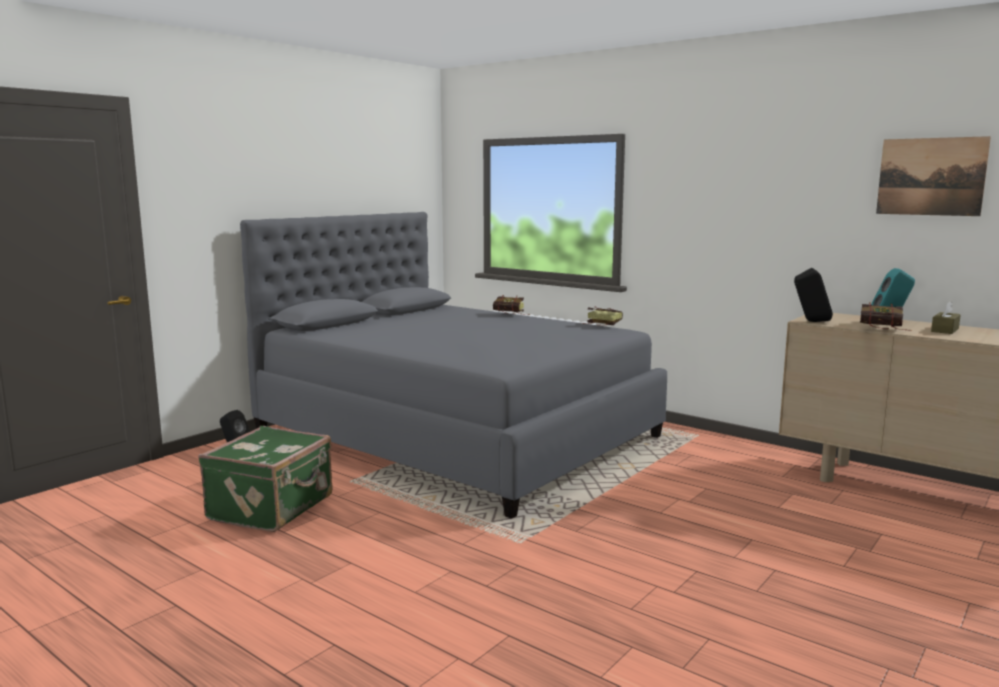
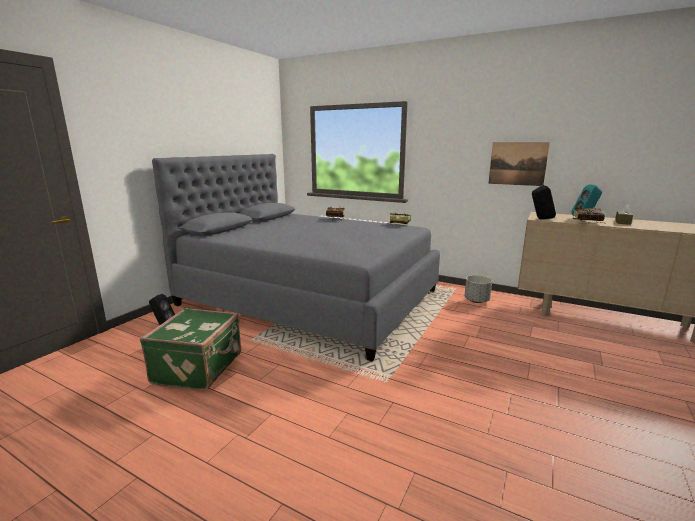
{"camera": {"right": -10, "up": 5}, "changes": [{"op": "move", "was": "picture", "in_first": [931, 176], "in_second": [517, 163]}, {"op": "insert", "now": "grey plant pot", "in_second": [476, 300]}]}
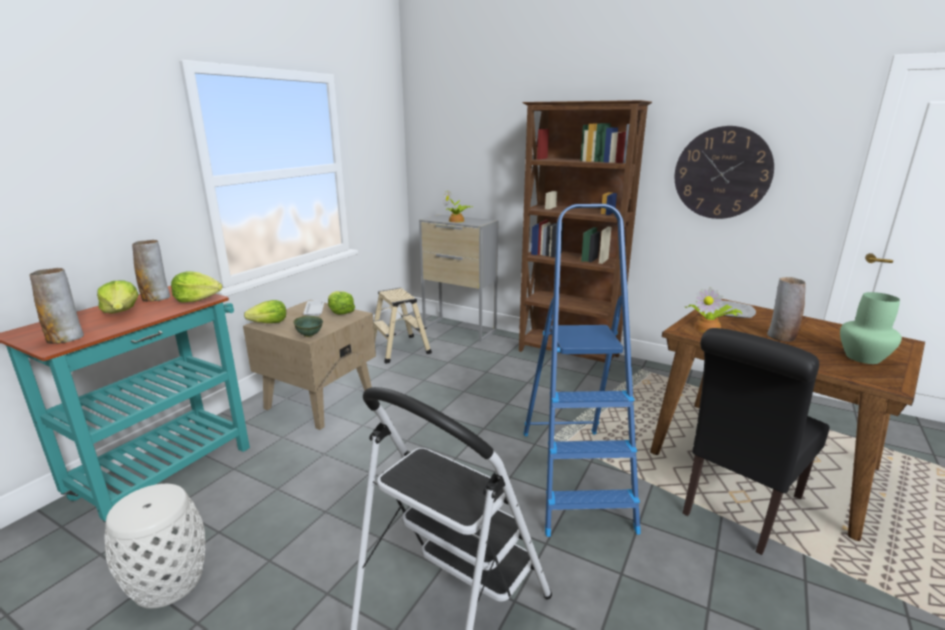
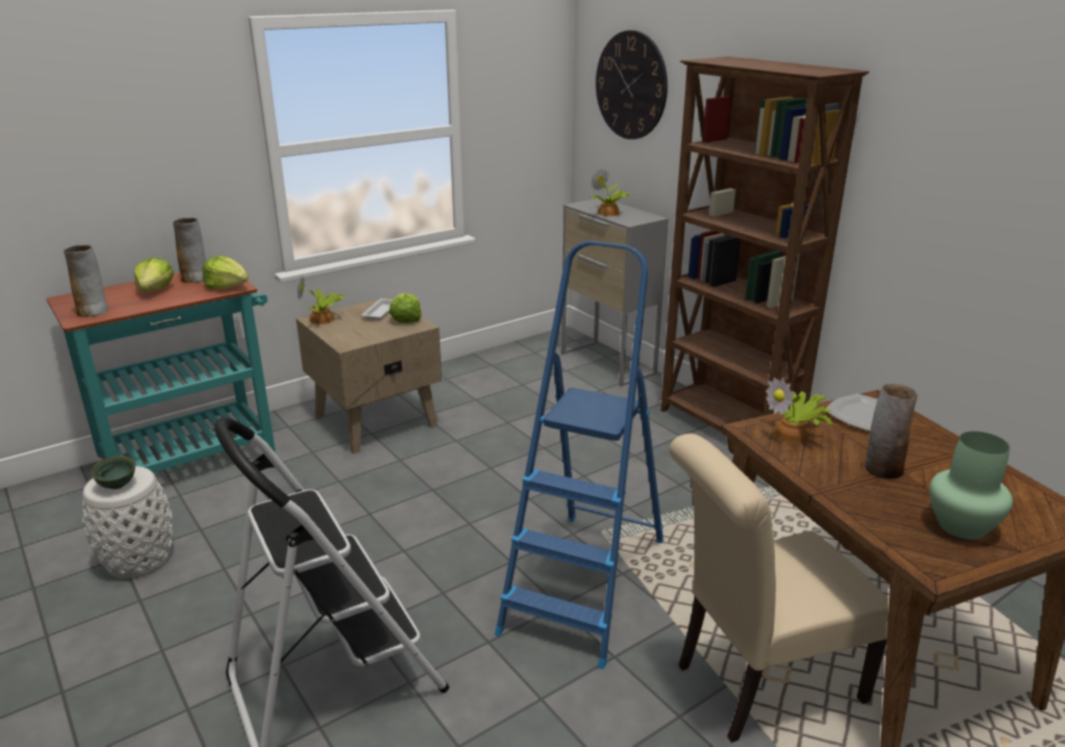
{"camera": {"right": 25, "up": 5}, "changes": [{"op": "move", "was": "hanging clock", "in_first": [722, 173], "in_second": [631, 85]}, {"op": "delete", "was": "beige-coloured stepladder", "in_first": [399, 349]}, {"op": "replace", "was": "lettuce", "now": "potted plant", "in_first": [269, 323], "in_second": [323, 320]}, {"op": "move", "was": "green bowl", "in_first": [310, 335], "in_second": [118, 486]}, {"op": "recolor", "was": "black-coloured plain chair", "now": "beige-coloured plain chair", "in_first": [737, 508], "in_second": [759, 684]}]}
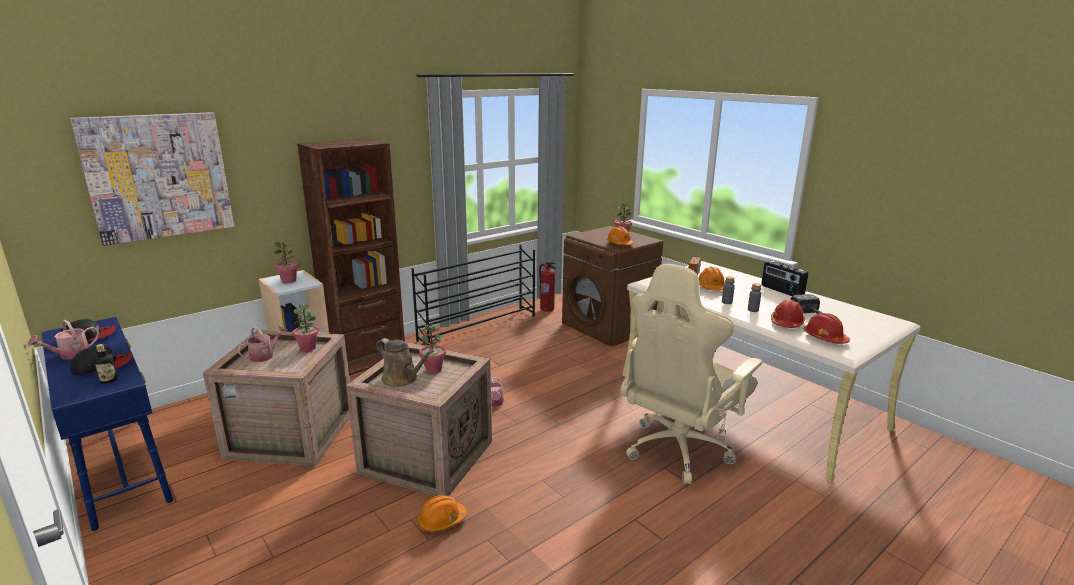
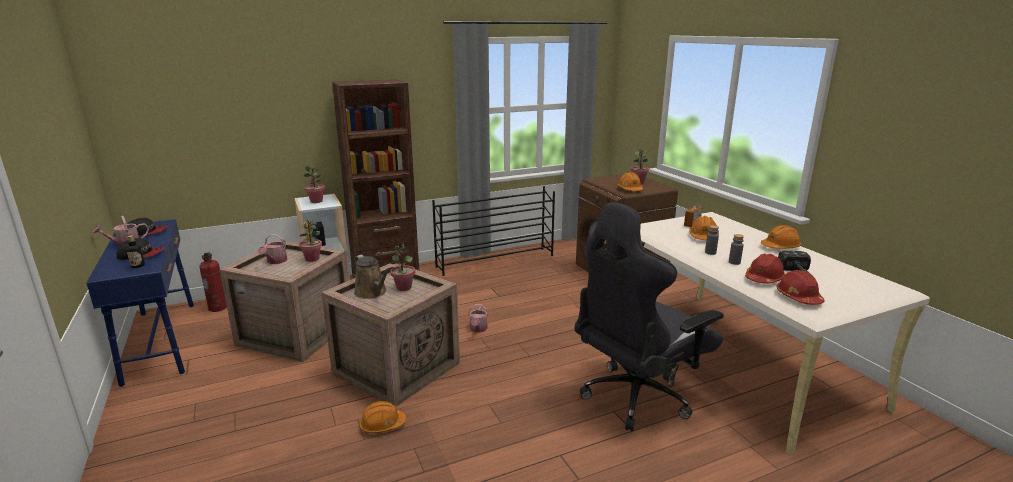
{"camera": {"right": 15, "up": 0}, "changes": [{"op": "delete", "was": "picture", "in_first": [158, 176]}, {"op": "replace", "was": "radio receiver", "now": "orange hard hat", "in_first": [781, 291], "in_second": [780, 247]}, {"op": "move", "was": "fire extinguisher", "in_first": [547, 308], "in_second": [218, 308]}, {"op": "recolor", "was": "beige-coloured office chair", "now": "black-coloured office chair", "in_first": [680, 447], "in_second": [640, 394]}, {"op": "rotate", "was": "watering can", "in_first": [265, 355], "in_second": [275, 261], "clockwise": 135}]}
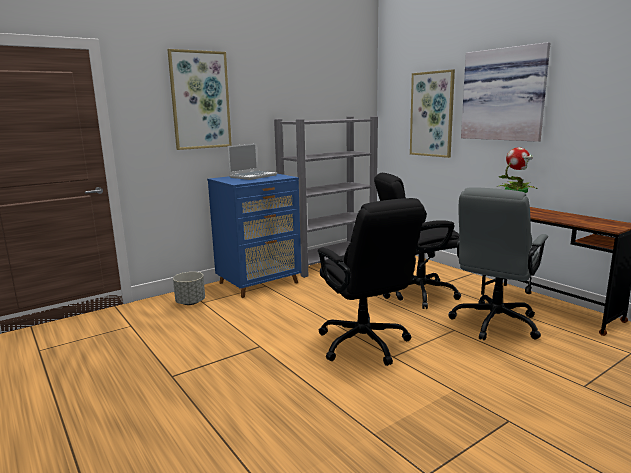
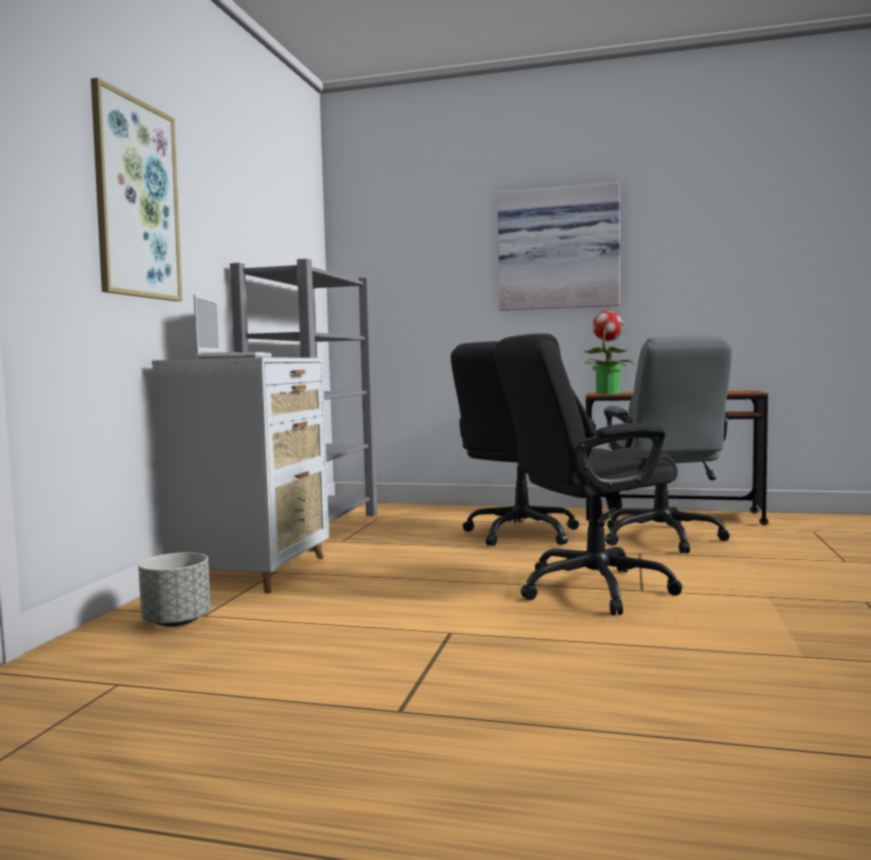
{"camera": {"right": -40, "up": -10}, "changes": [{"op": "delete", "was": "picture", "in_first": [432, 114]}, {"op": "recolor", "was": "blue-coloured drawer chest", "now": "white-coloured drawer chest", "in_first": [259, 283], "in_second": [254, 571]}, {"op": "rotate", "was": "black-coloured office chair", "in_first": [366, 346], "in_second": [587, 590], "clockwise": 135}]}
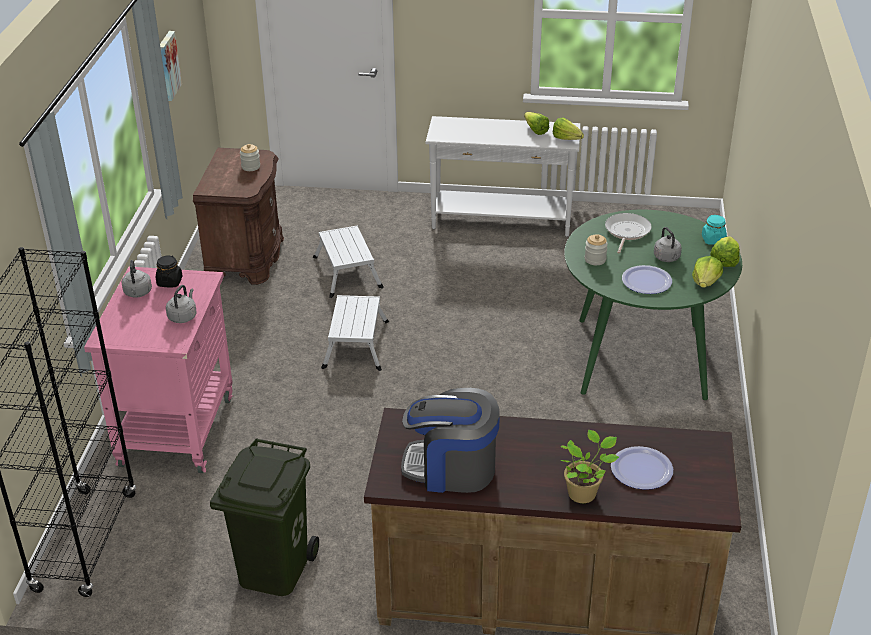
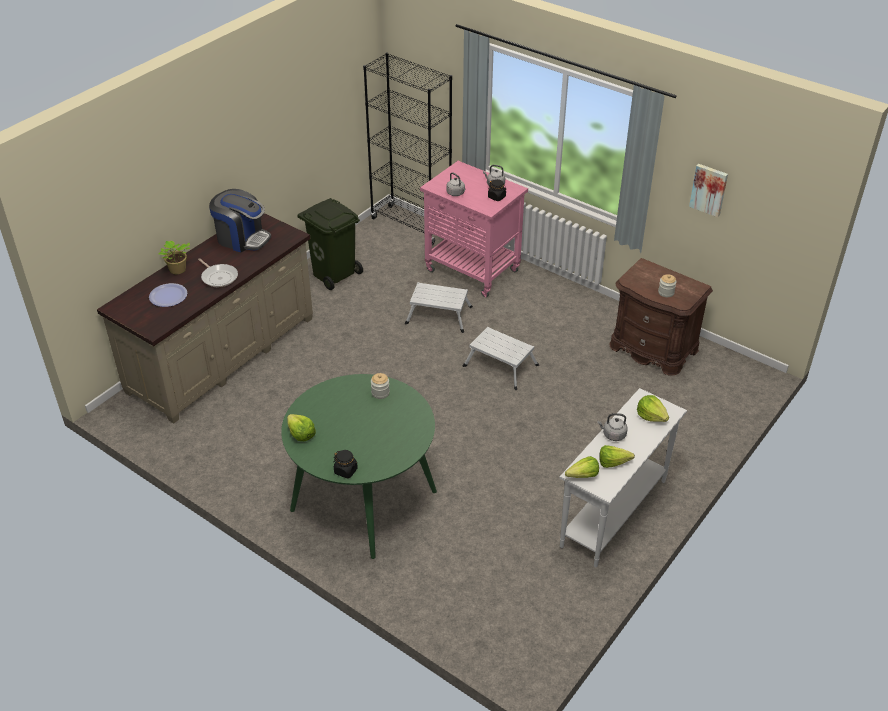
{"camera": {"right": 120, "up": 5}, "changes": [{"op": "move", "was": "pan", "in_first": [626, 232], "in_second": [219, 277]}, {"op": "recolor", "was": "blue-green storage jar", "now": "black-coloured storage jar", "in_first": [713, 240], "in_second": [346, 471]}, {"op": "move", "was": "white-coloured stepladder", "in_first": [347, 272], "in_second": [439, 315]}, {"op": "move", "was": "grey tea kettle", "in_first": [667, 258], "in_second": [612, 435]}, {"op": "move", "was": "lettuce", "in_first": [724, 260], "in_second": [651, 416]}, {"op": "delete", "was": "flat dish", "in_first": [646, 281]}, {"op": "rotate", "was": "coffee maker", "in_first": [451, 468], "in_second": [242, 238], "clockwise": 75}]}
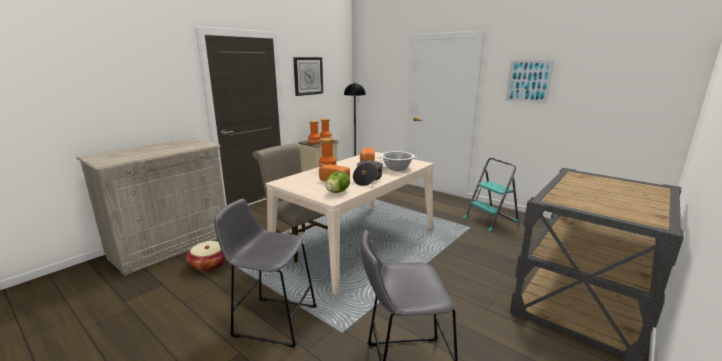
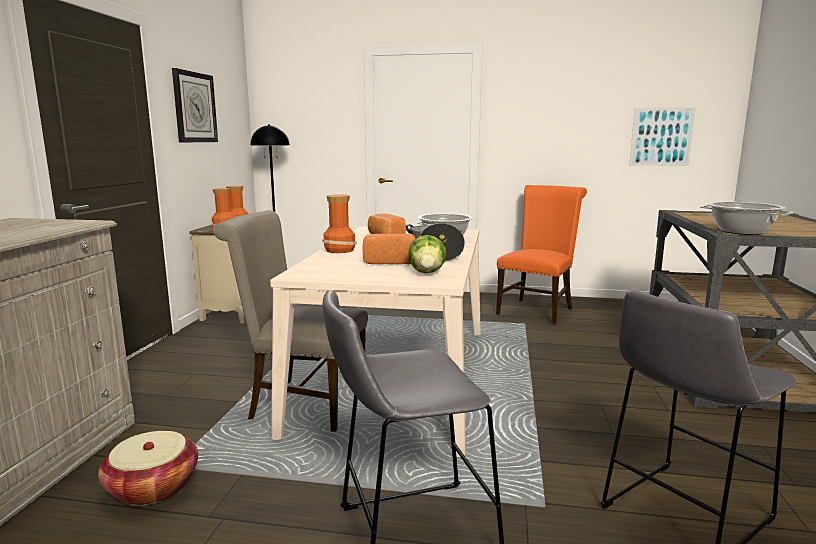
{"camera": {"right": -30, "up": -5}, "changes": [{"op": "move", "was": "picture", "in_first": [528, 81], "in_second": [661, 137]}, {"op": "replace", "was": "blue-green stepladder", "now": "orange plain chair", "in_first": [492, 219], "in_second": [537, 310]}, {"op": "insert", "now": "saucepot", "in_second": [742, 232]}]}
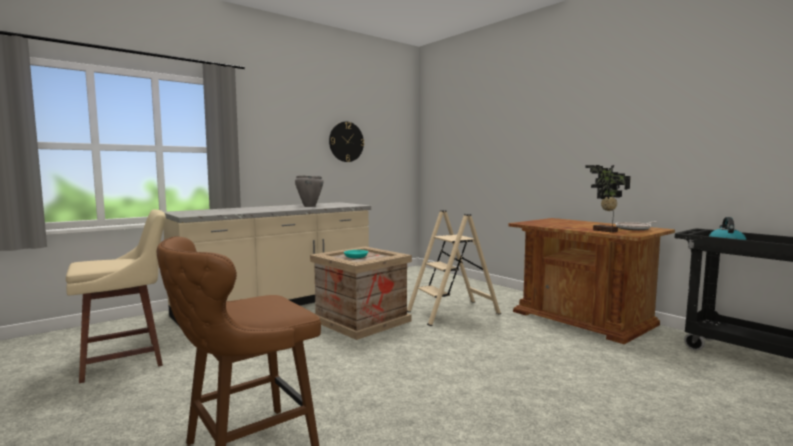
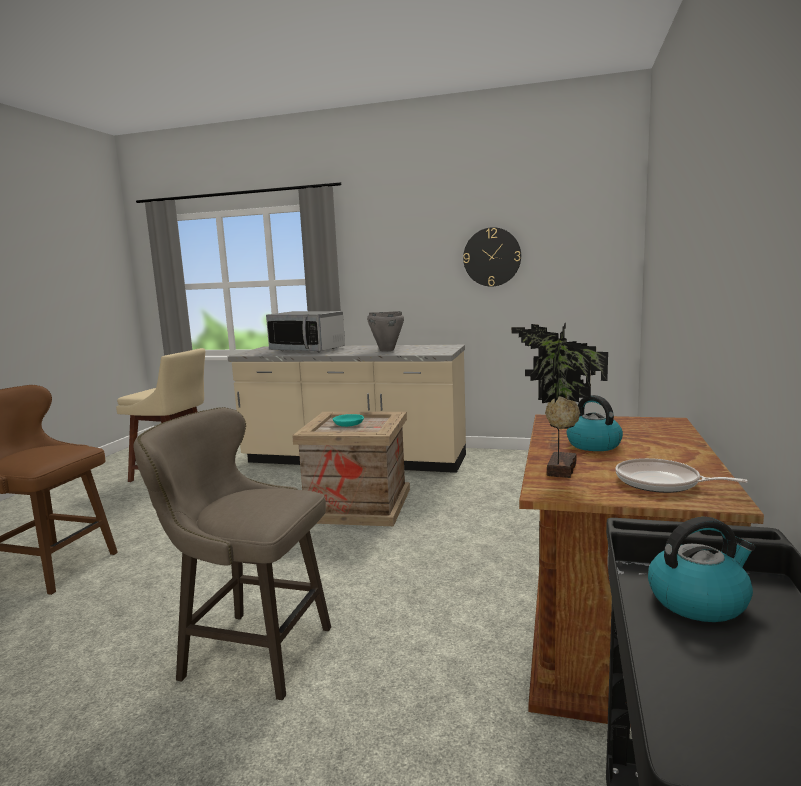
{"camera": {"right": 55, "up": 5}, "changes": [{"op": "delete", "was": "beige-coloured stepladder", "in_first": [454, 312]}, {"op": "insert", "now": "microwave", "in_second": [307, 350]}, {"op": "insert", "now": "tea kettle", "in_second": [592, 445]}, {"op": "insert", "now": "beige-coloured stool", "in_second": [251, 651]}]}
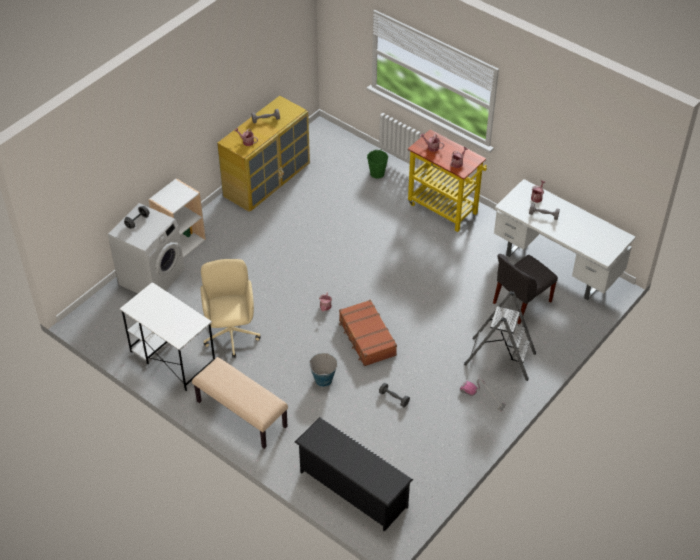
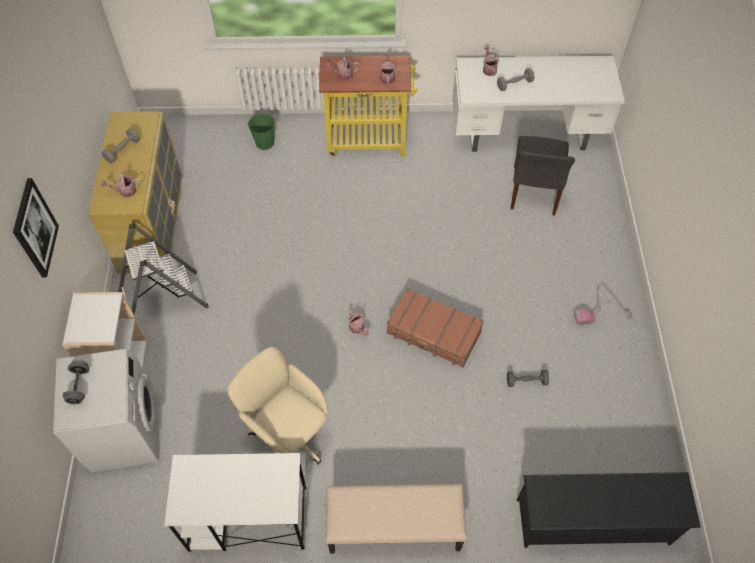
{"camera": {"right": -40, "up": 10}, "changes": [{"op": "move", "was": "grey stepladder", "in_first": [499, 357], "in_second": [161, 301]}, {"op": "delete", "was": "bucket", "in_first": [323, 379]}, {"op": "insert", "now": "picture", "in_second": [34, 228]}]}
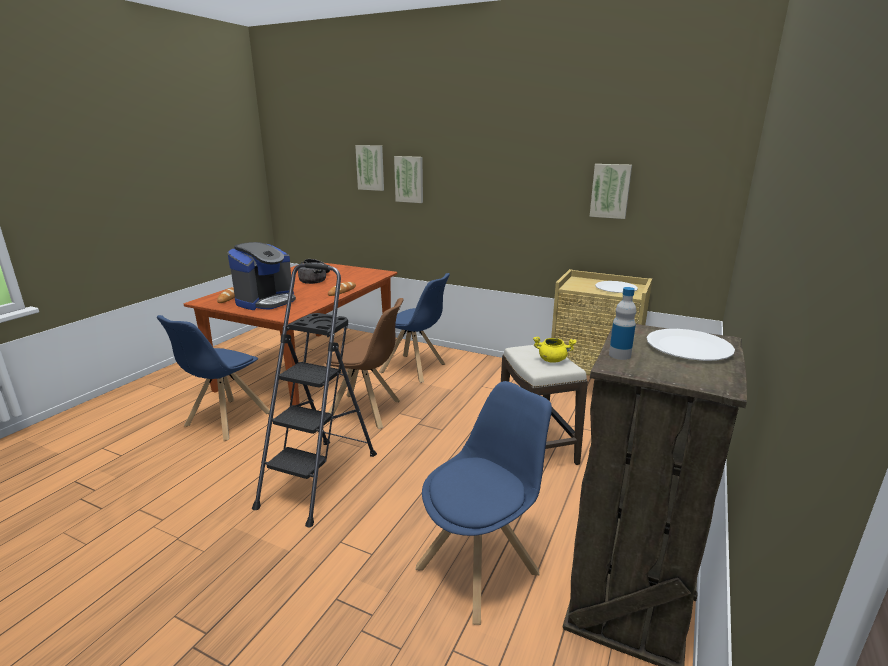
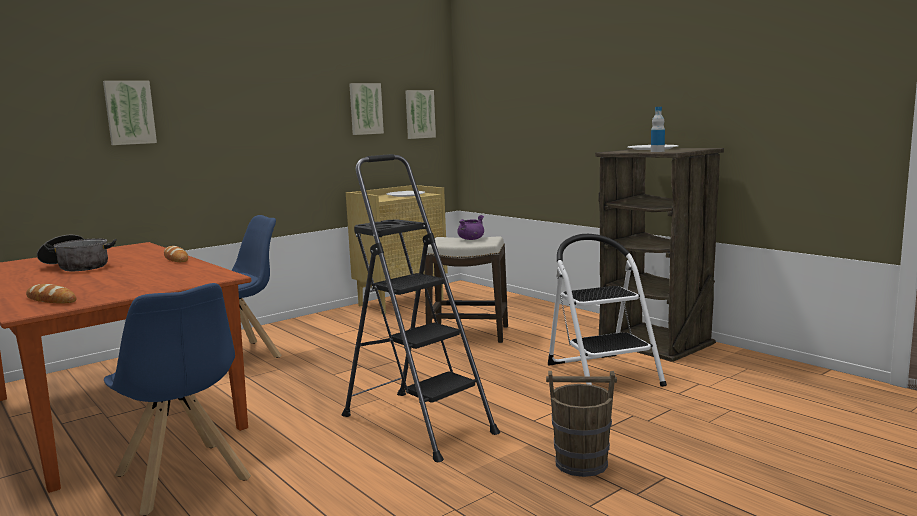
{"camera": {"right": -65, "up": -10}, "changes": [{"op": "move", "was": "picture", "in_first": [371, 167], "in_second": [419, 114]}, {"op": "delete", "was": "coffee maker", "in_first": [266, 301]}, {"op": "delete", "was": "brown plain chair", "in_first": [367, 411]}, {"op": "recolor", "was": "yellow-coloured saucepot", "now": "purple-coloured saucepot", "in_first": [552, 360], "in_second": [471, 239]}, {"op": "replace", "was": "blue-coloured plain chair", "now": "stepladder", "in_first": [481, 567], "in_second": [602, 374]}, {"op": "insert", "now": "brown bucket", "in_second": [582, 463]}]}
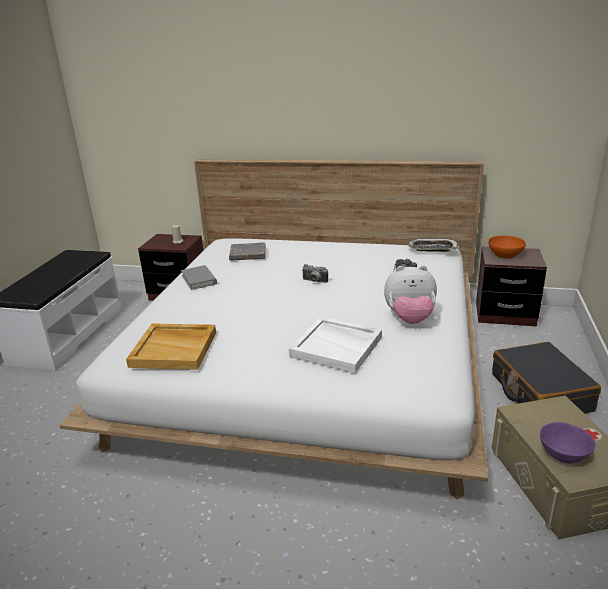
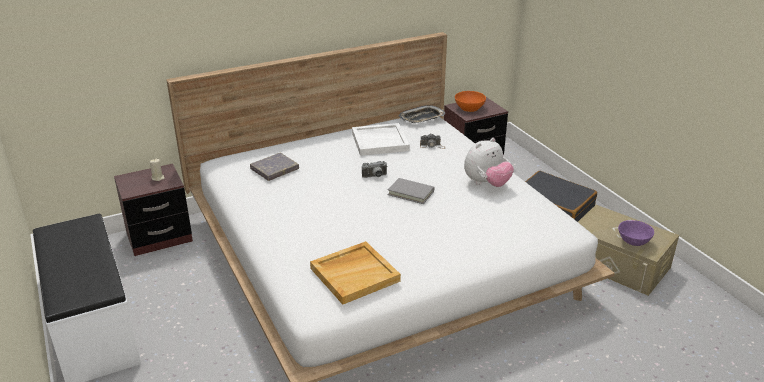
{"camera": {"right": -40, "up": 5}, "changes": [{"op": "move", "was": "grey volume", "in_first": [199, 279], "in_second": [411, 193]}, {"op": "move", "was": "white-coloured tray", "in_first": [337, 347], "in_second": [380, 141]}]}
